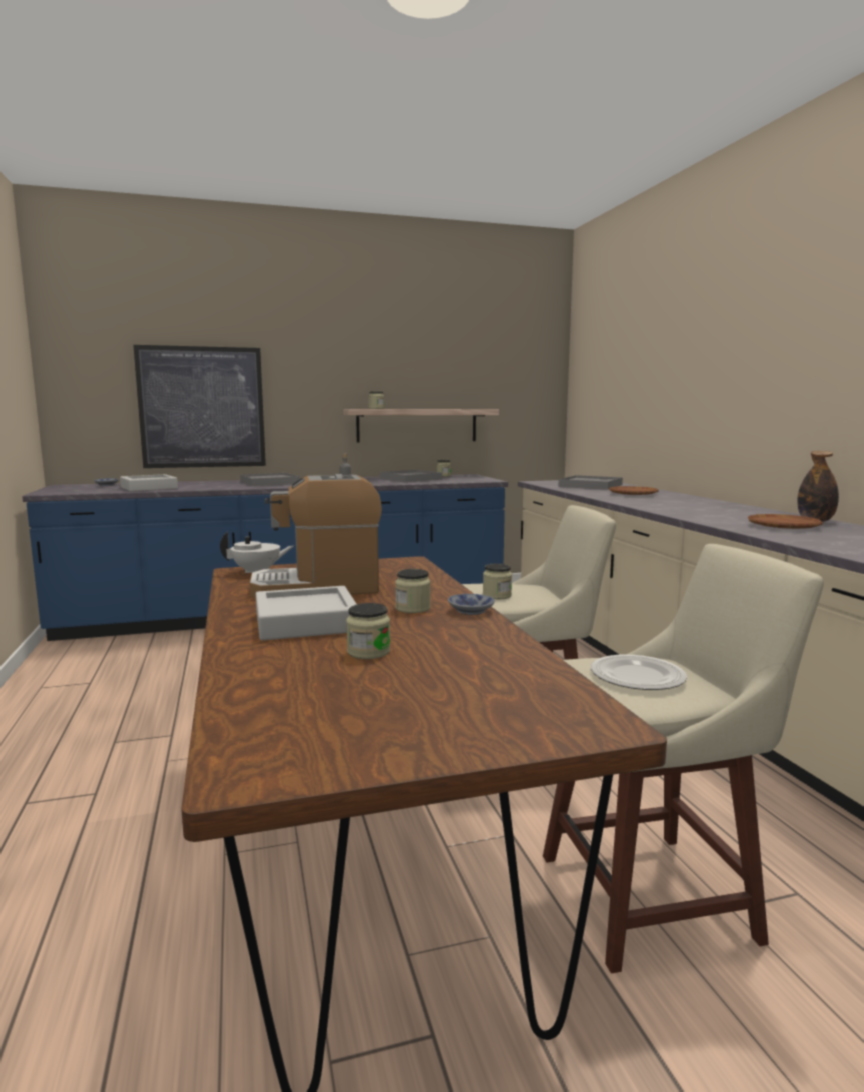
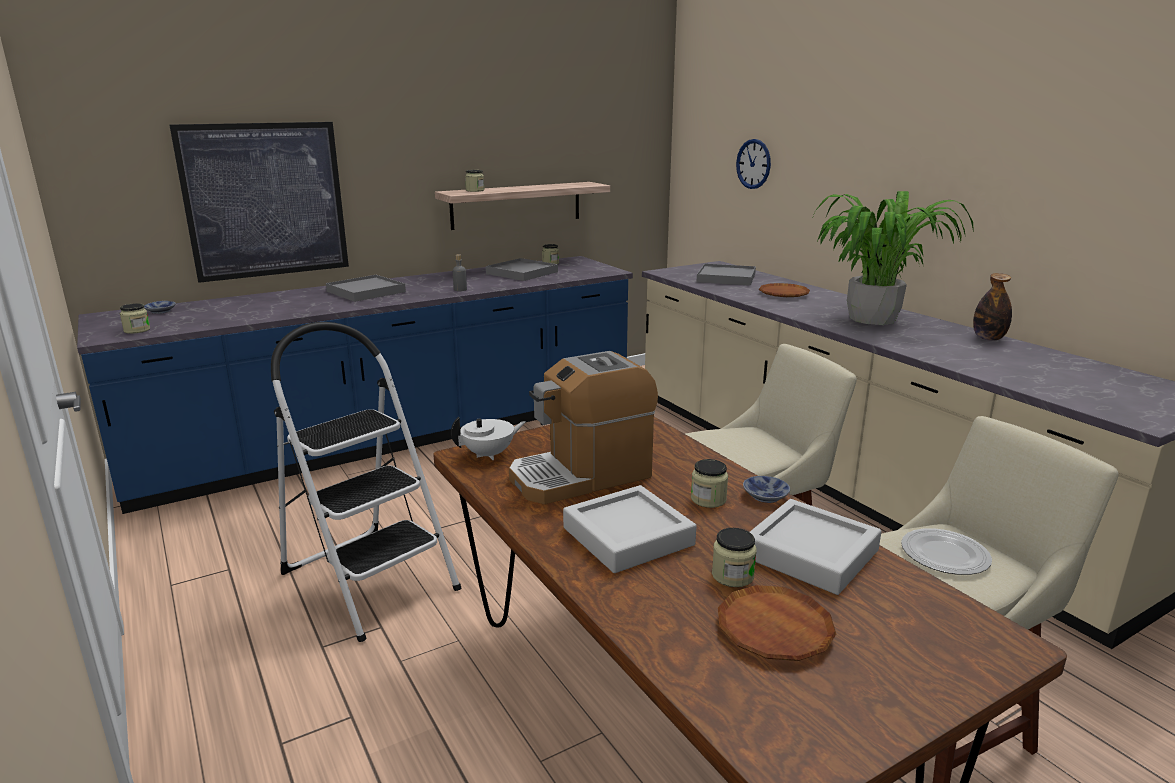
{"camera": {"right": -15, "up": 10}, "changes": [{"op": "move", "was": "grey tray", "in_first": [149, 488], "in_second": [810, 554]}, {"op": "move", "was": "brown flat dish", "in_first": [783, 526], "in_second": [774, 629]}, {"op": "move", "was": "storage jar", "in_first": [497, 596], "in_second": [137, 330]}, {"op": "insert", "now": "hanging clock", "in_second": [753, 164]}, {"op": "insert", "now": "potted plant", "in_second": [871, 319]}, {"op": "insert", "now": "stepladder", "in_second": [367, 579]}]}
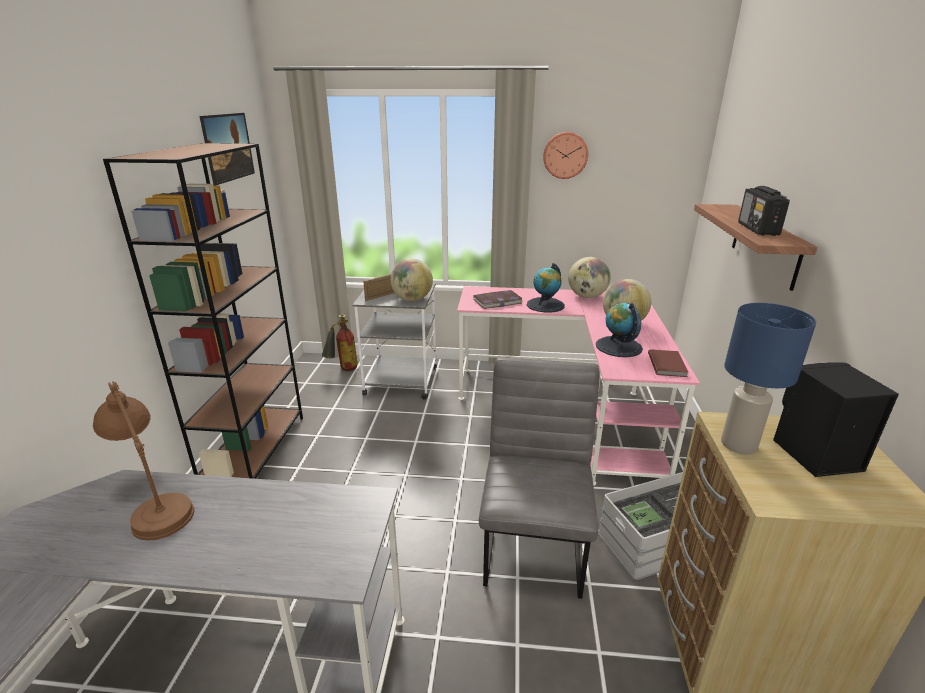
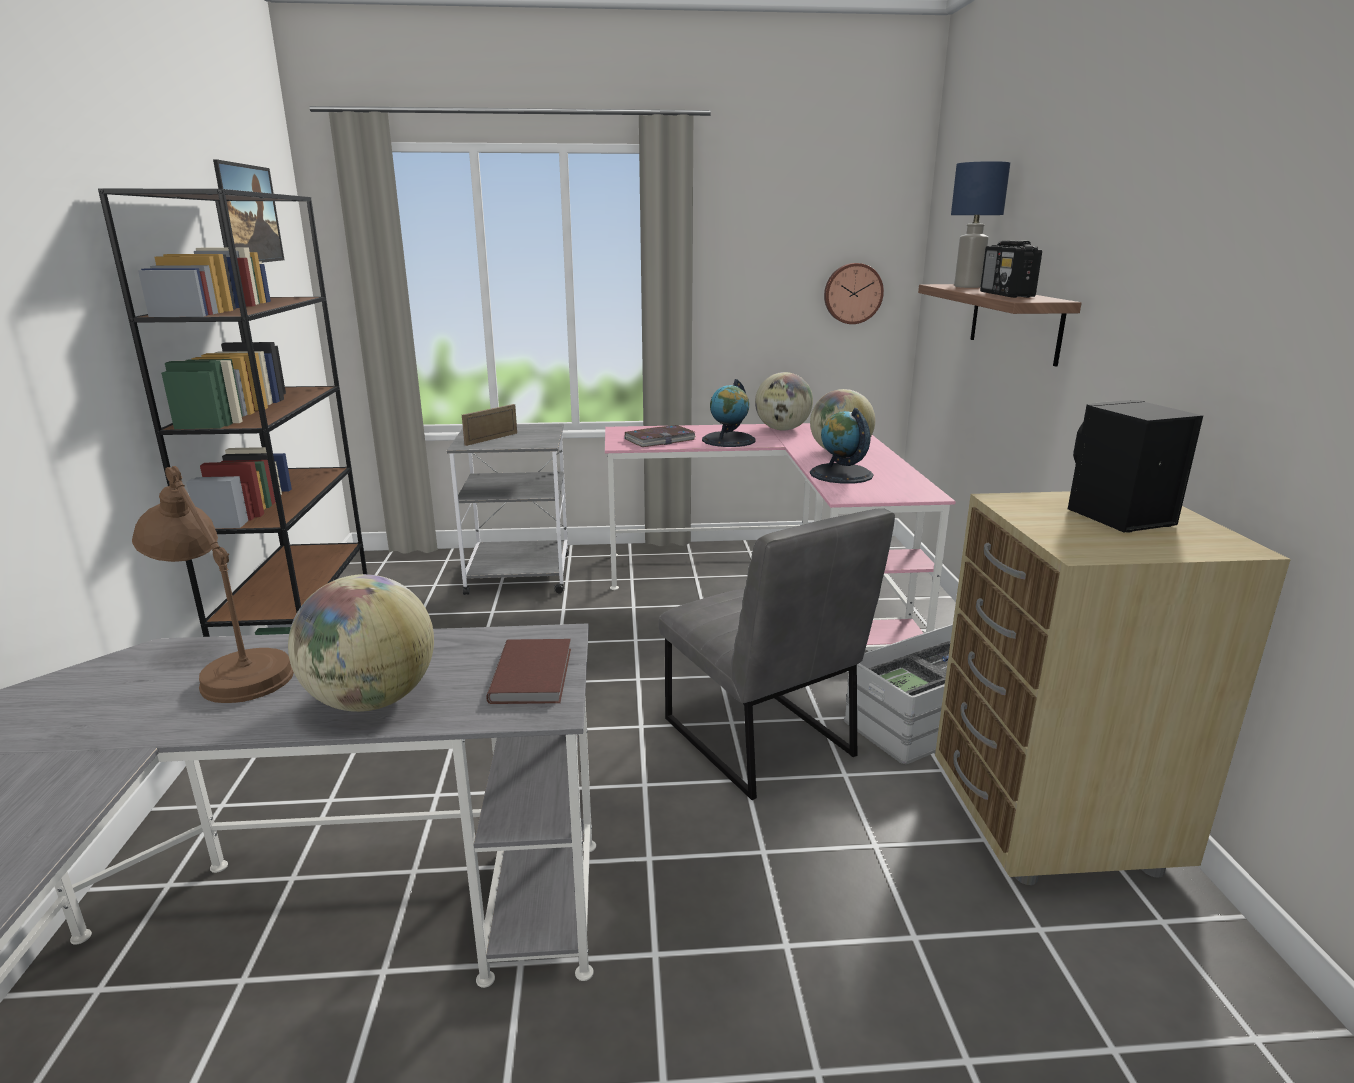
{"camera": {"right": -10, "up": -5}, "changes": [{"op": "move", "was": "hanging clock", "in_first": [565, 155], "in_second": [852, 293]}, {"op": "move", "was": "globe", "in_first": [412, 299], "in_second": [371, 700]}, {"op": "move", "was": "blue-coloured table lamp", "in_first": [737, 444], "in_second": [967, 287]}, {"op": "delete", "was": "fire extinguisher", "in_first": [343, 370]}, {"op": "move", "was": "brown volume", "in_first": [668, 364], "in_second": [534, 674]}, {"op": "rotate", "was": "grey plain chair", "in_first": [534, 543], "in_second": [760, 740], "clockwise": 150}]}
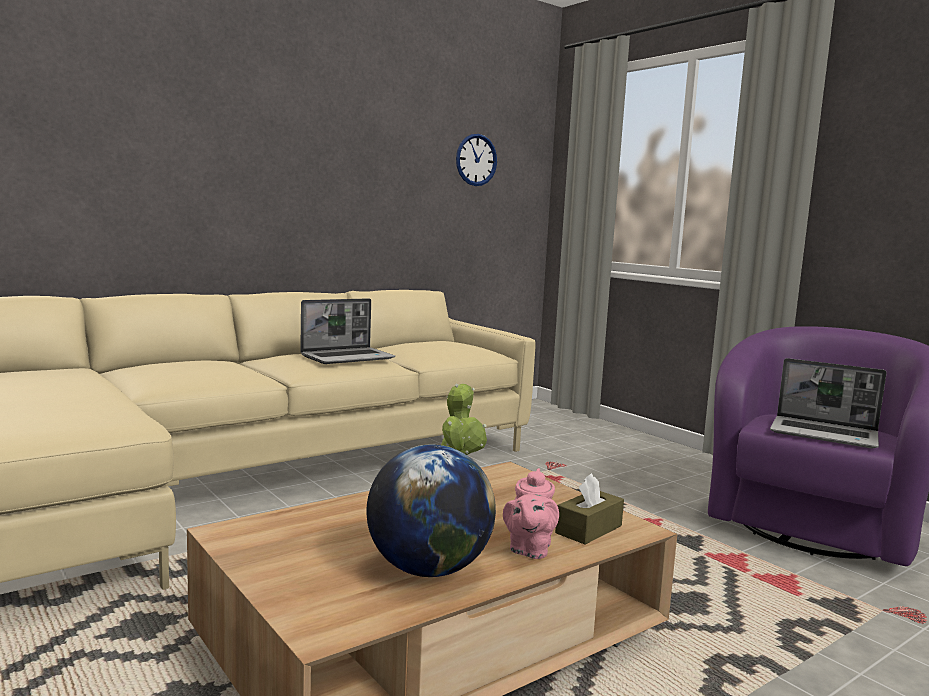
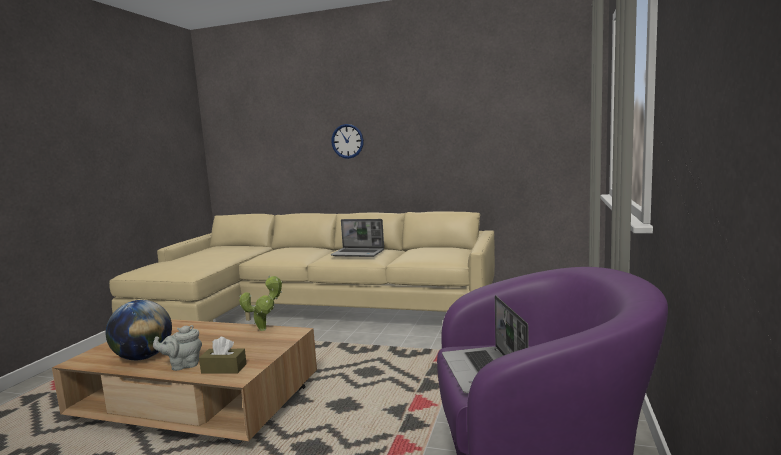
{"camera": {"right": 55, "up": 0}, "changes": [{"op": "move", "was": "hanging clock", "in_first": [476, 160], "in_second": [347, 141]}, {"op": "recolor", "was": "pink tea pot", "now": "grey tea pot", "in_first": [529, 549], "in_second": [183, 365]}]}
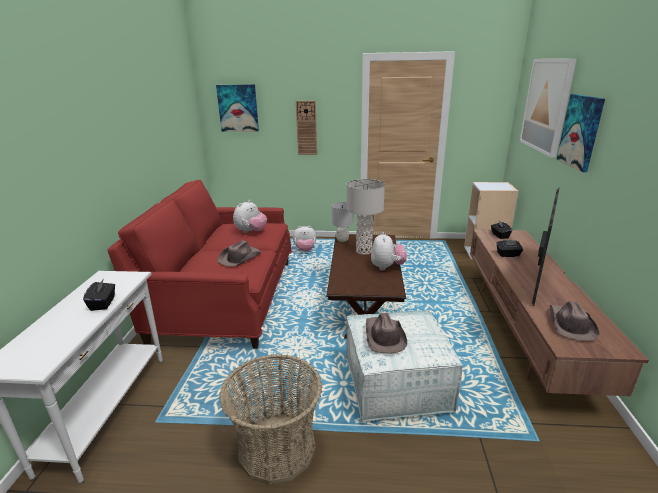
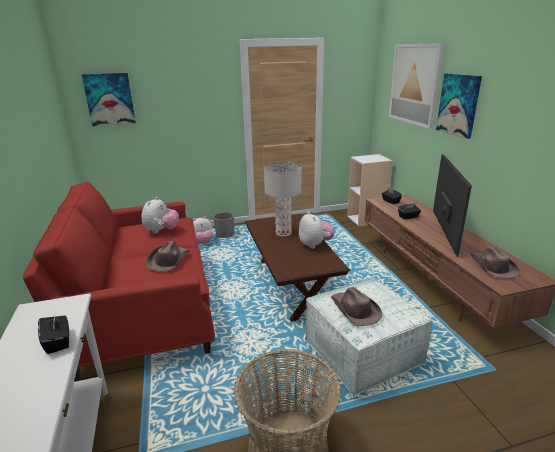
{"camera": {"right": -20, "up": 0}, "changes": [{"op": "delete", "was": "hanging clock", "in_first": [306, 128]}, {"op": "delete", "was": "grey table lamp", "in_first": [343, 240]}, {"op": "insert", "now": "grey plant pot", "in_second": [225, 234]}]}
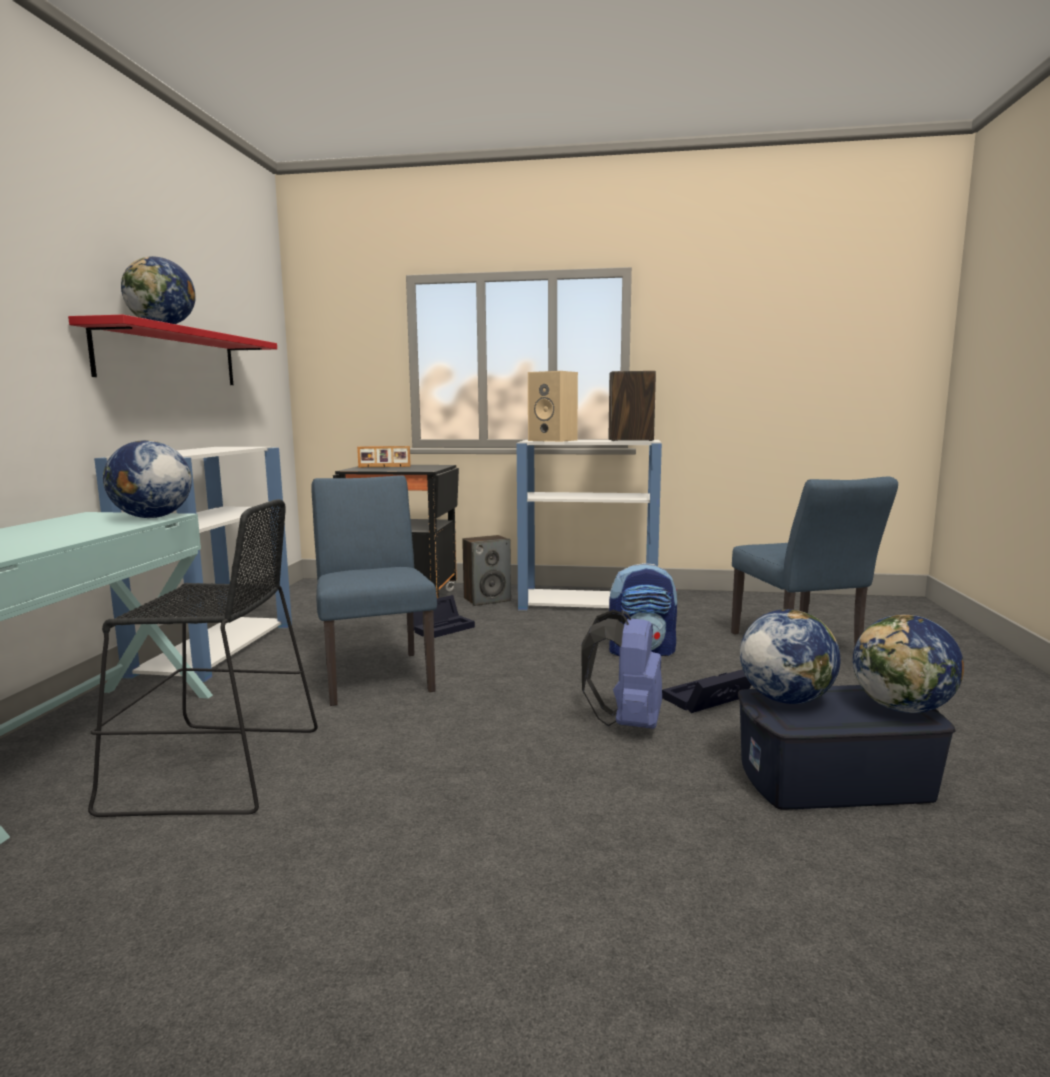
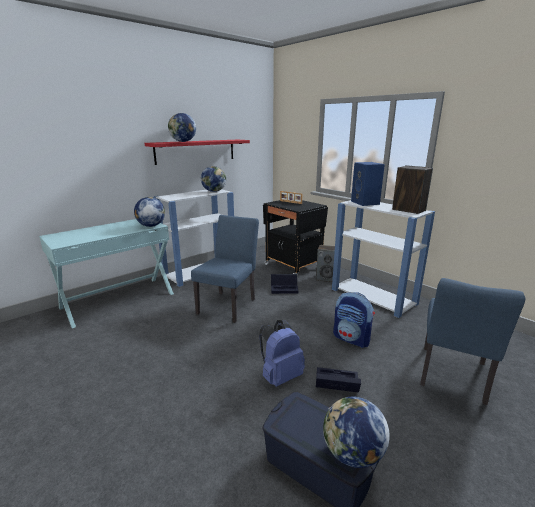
{"camera": {"right": 40, "up": 10}, "changes": [{"op": "recolor", "was": "beige-coloured audio speaker", "now": "blue-coloured audio speaker", "in_first": [554, 440], "in_second": [366, 203]}, {"op": "delete", "was": "black-coloured stool", "in_first": [214, 768]}, {"op": "move", "was": "globe", "in_first": [785, 699], "in_second": [214, 191]}]}
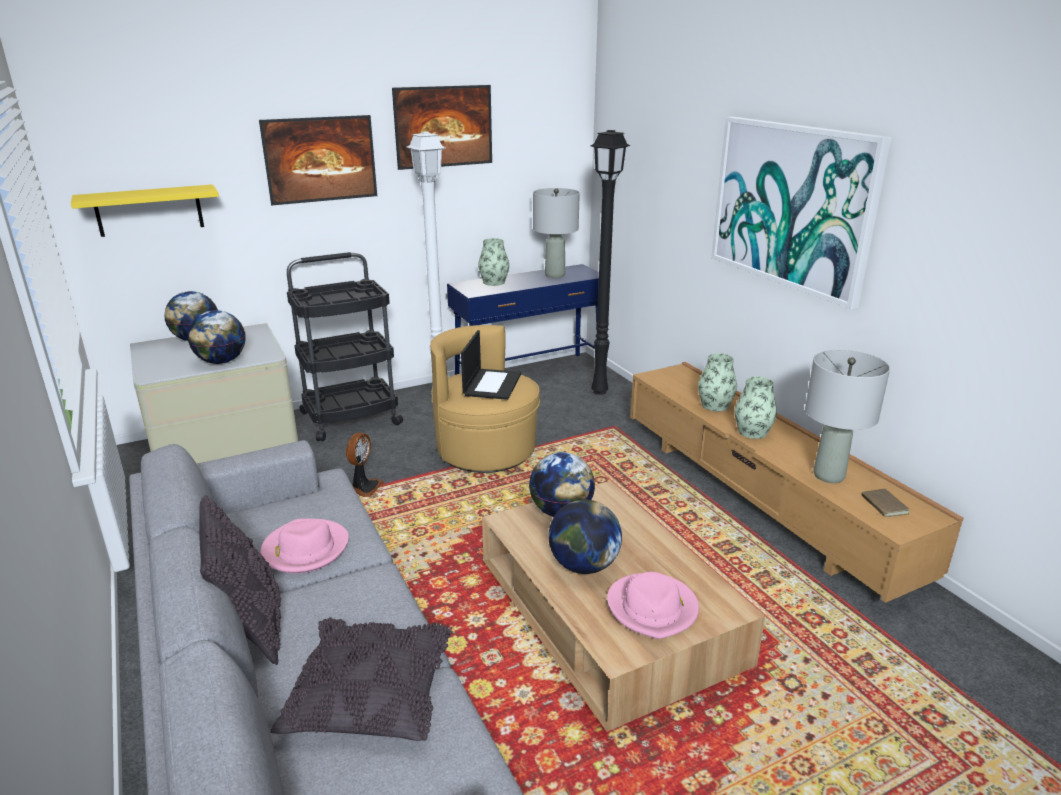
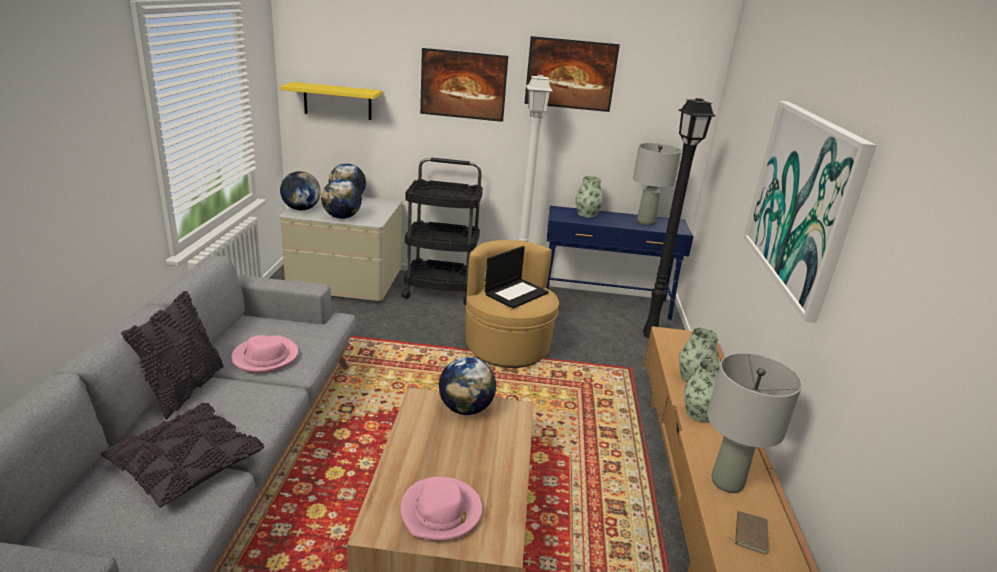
{"camera": {"right": 30, "up": 0}, "changes": [{"op": "delete", "was": "cooling fan", "in_first": [364, 488]}, {"op": "move", "was": "globe", "in_first": [583, 566], "in_second": [301, 209]}]}
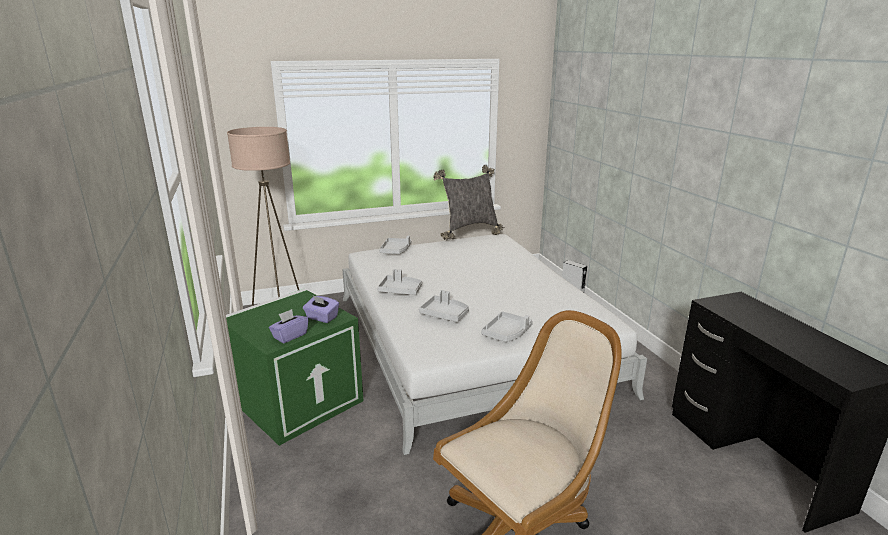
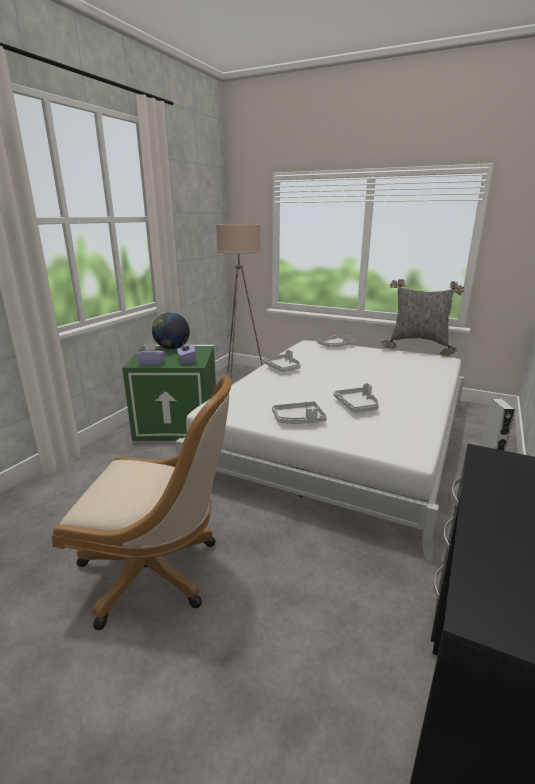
{"camera": {"right": 45, "up": 0}, "changes": [{"op": "move", "was": "grey tray", "in_first": [445, 314], "in_second": [357, 406]}, {"op": "insert", "now": "globe", "in_second": [172, 348]}]}
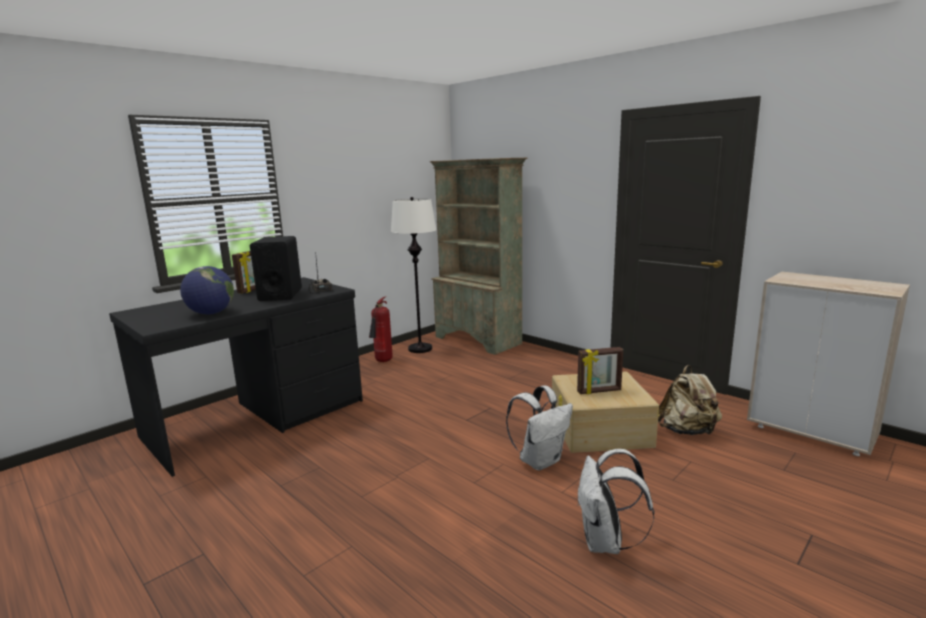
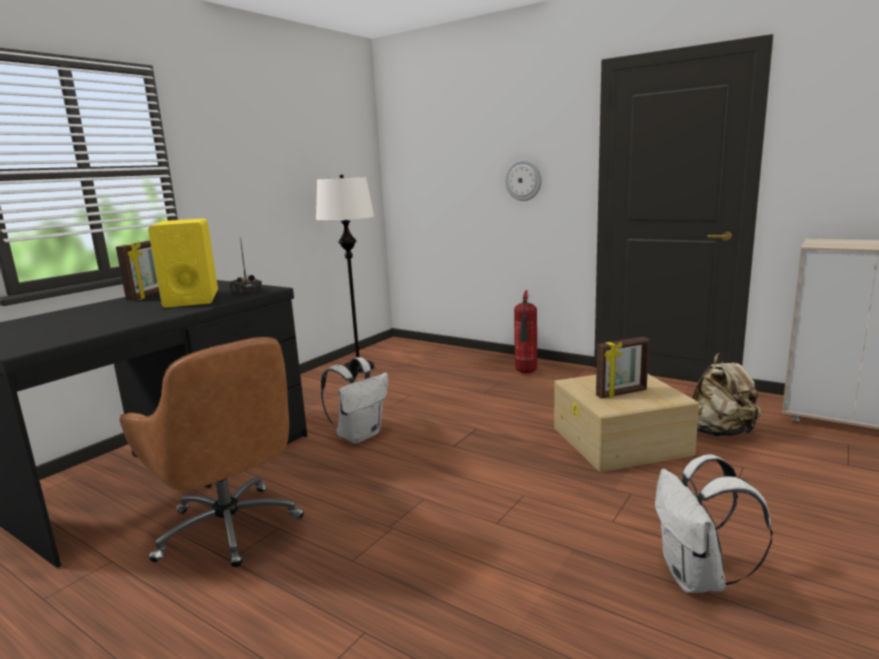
{"camera": {"right": -10, "up": 0}, "changes": [{"op": "delete", "was": "green shelving unit", "in_first": [478, 340]}, {"op": "recolor", "was": "black-coloured audio speaker", "now": "yellow-coloured audio speaker", "in_first": [280, 295], "in_second": [191, 299]}, {"op": "delete", "was": "globe", "in_first": [211, 313]}, {"op": "move", "was": "fire extinguisher", "in_first": [383, 361], "in_second": [526, 373]}, {"op": "move", "was": "white-coloured backpack", "in_first": [540, 460], "in_second": [359, 435]}, {"op": "insert", "now": "hanging clock", "in_second": [523, 180]}, {"op": "insert", "now": "brown office chair", "in_second": [228, 528]}]}
